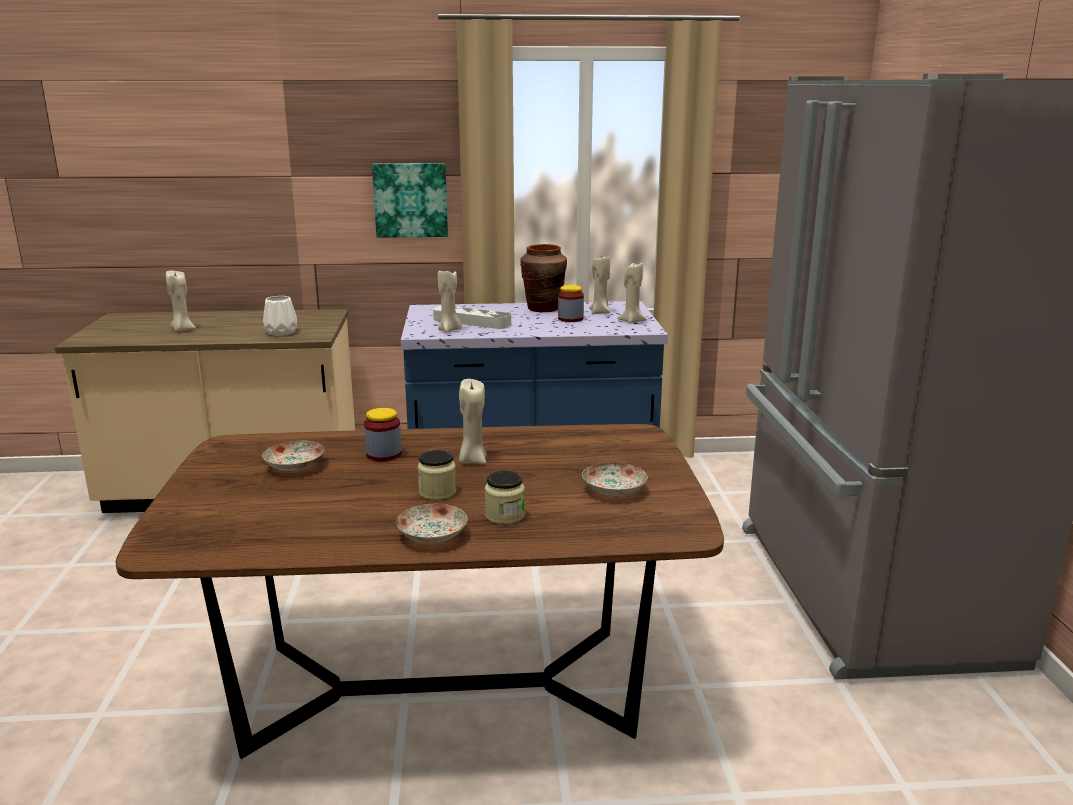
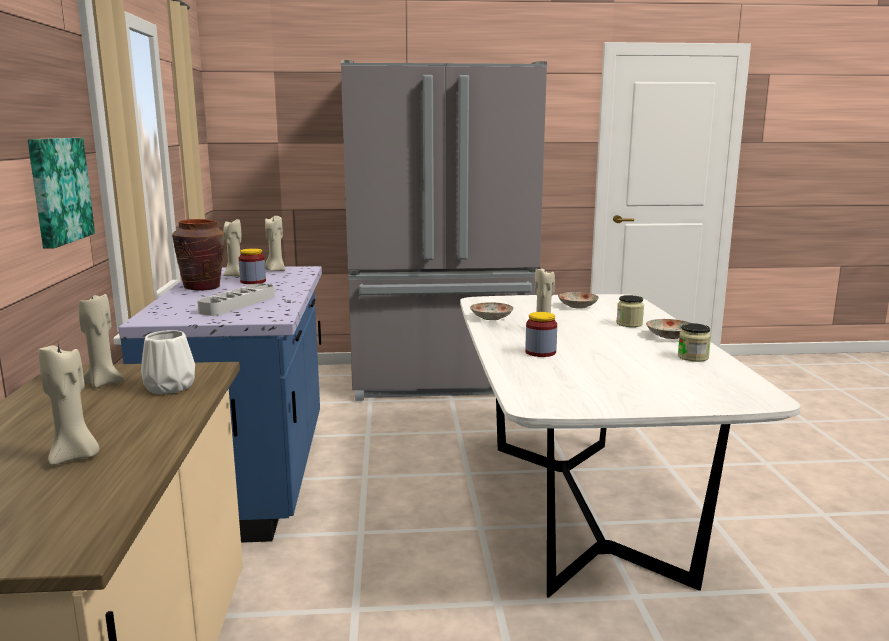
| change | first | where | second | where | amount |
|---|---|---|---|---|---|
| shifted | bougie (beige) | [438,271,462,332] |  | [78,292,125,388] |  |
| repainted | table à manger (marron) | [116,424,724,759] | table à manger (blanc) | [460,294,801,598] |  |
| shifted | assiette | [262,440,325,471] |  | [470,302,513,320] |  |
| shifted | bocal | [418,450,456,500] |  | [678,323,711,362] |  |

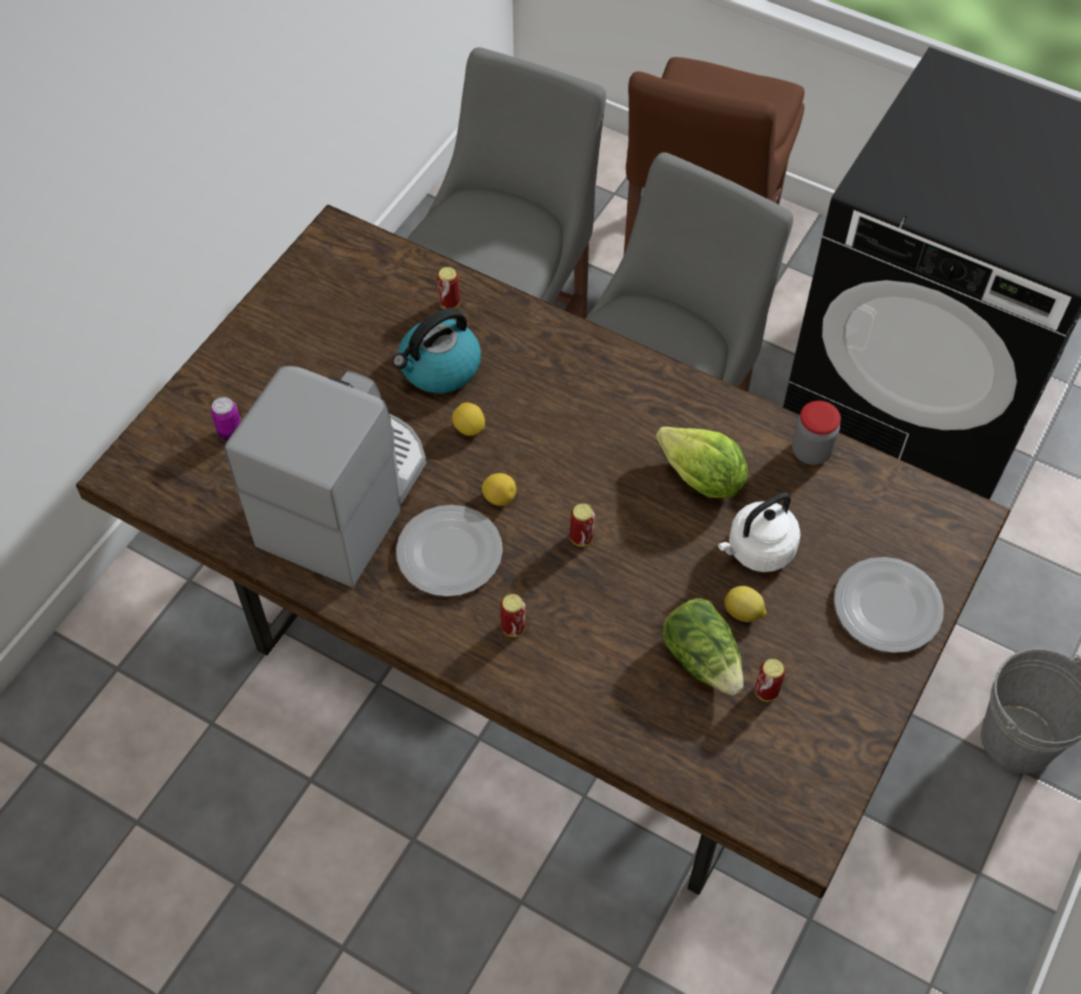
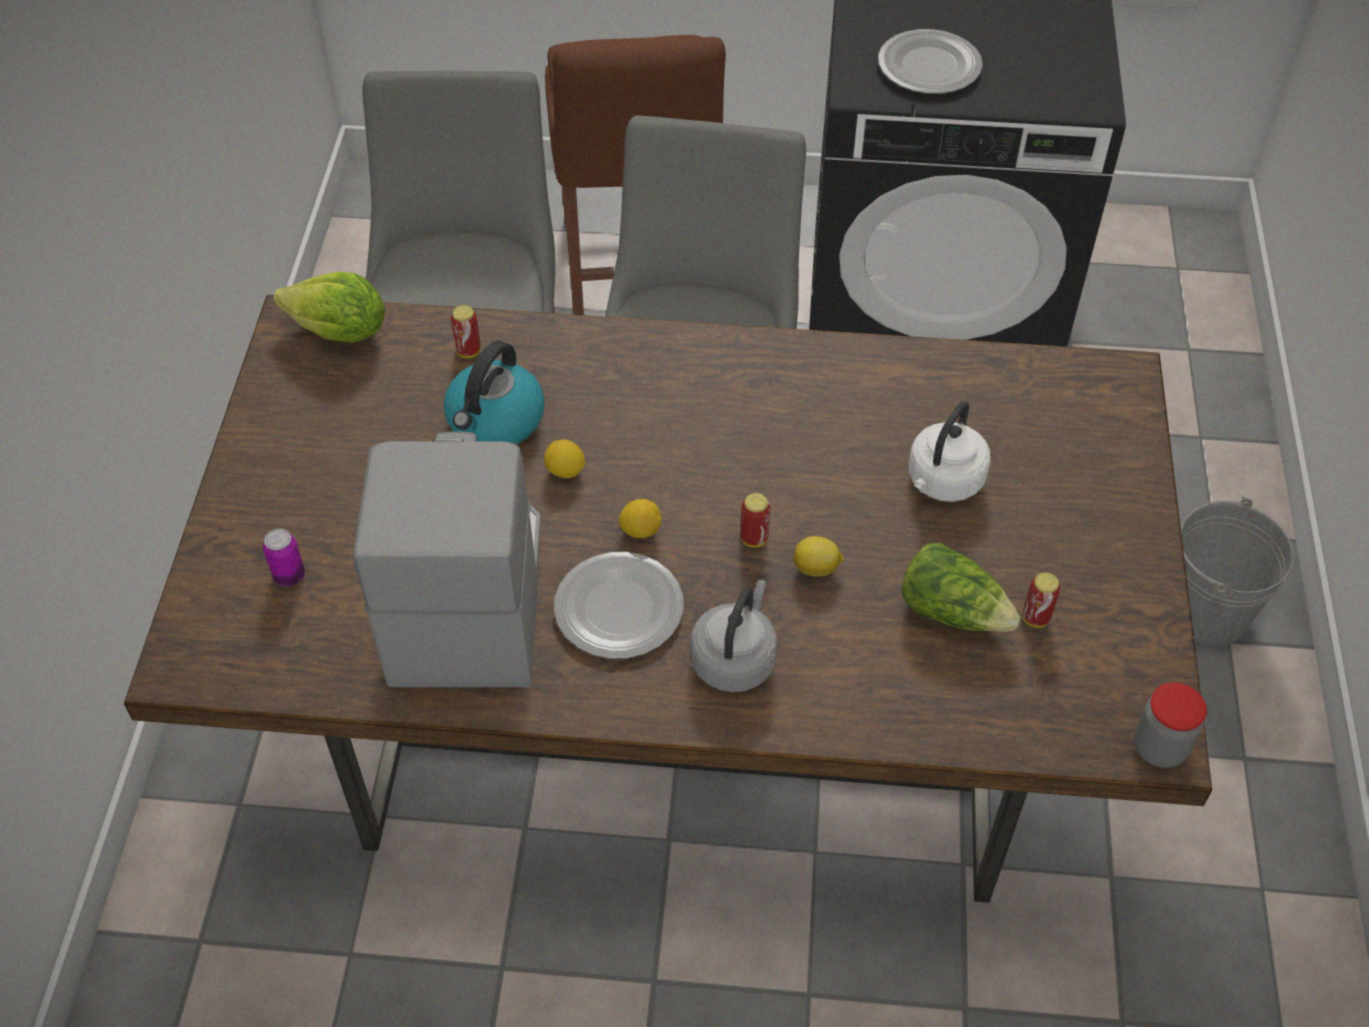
| change | first | where | second | where | amount |
|---|---|---|---|---|---|
| shifted | bocal | [792,401,841,465] |  | [1134,682,1207,768] |  |
| shifted | laitue | [656,427,748,498] |  | [273,272,385,343] |  |
| shifted | assiette | [834,557,944,653] |  | [878,29,983,94] |  |
| shifted | citron | [724,586,766,622] |  | [793,536,844,577] |  |
| swapped | boîte métallique | [500,594,525,637] | bouilloire (gris) | [690,580,777,692] |  |

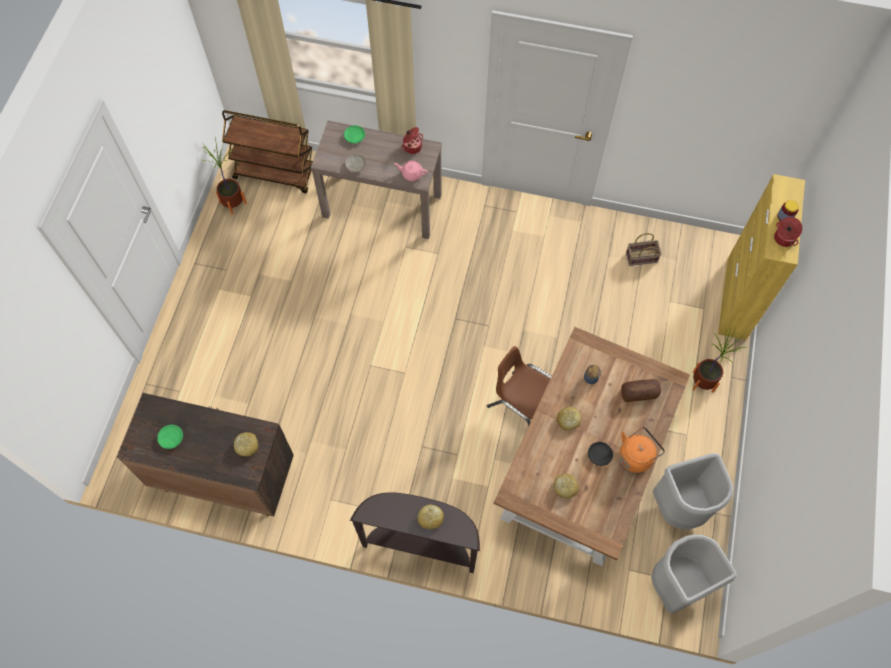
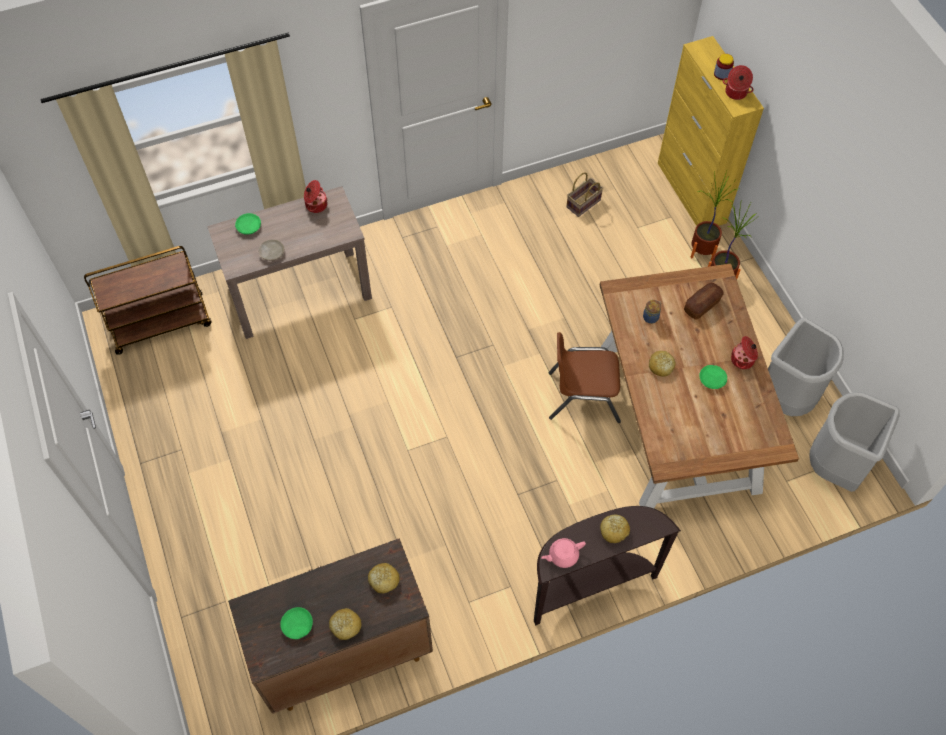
| change | first | where | second | where | amount |
|---|---|---|---|---|---|
| shifted | plante en pot | [203,137,247,215] |  | [690,171,740,261] |  |
| shifted | théière (rose) | [394,160,428,181] |  | [541,538,586,568] |  |
| swapped | bouilloire (orange) | [619,427,665,473] | marmite | [731,336,758,369] |  |
| repainted | assiette (noir) | [588,442,613,466] | assiette (vert) | [699,365,727,389] |  |
| shifted | pain | [554,474,579,498] |  | [329,608,361,640] |  |

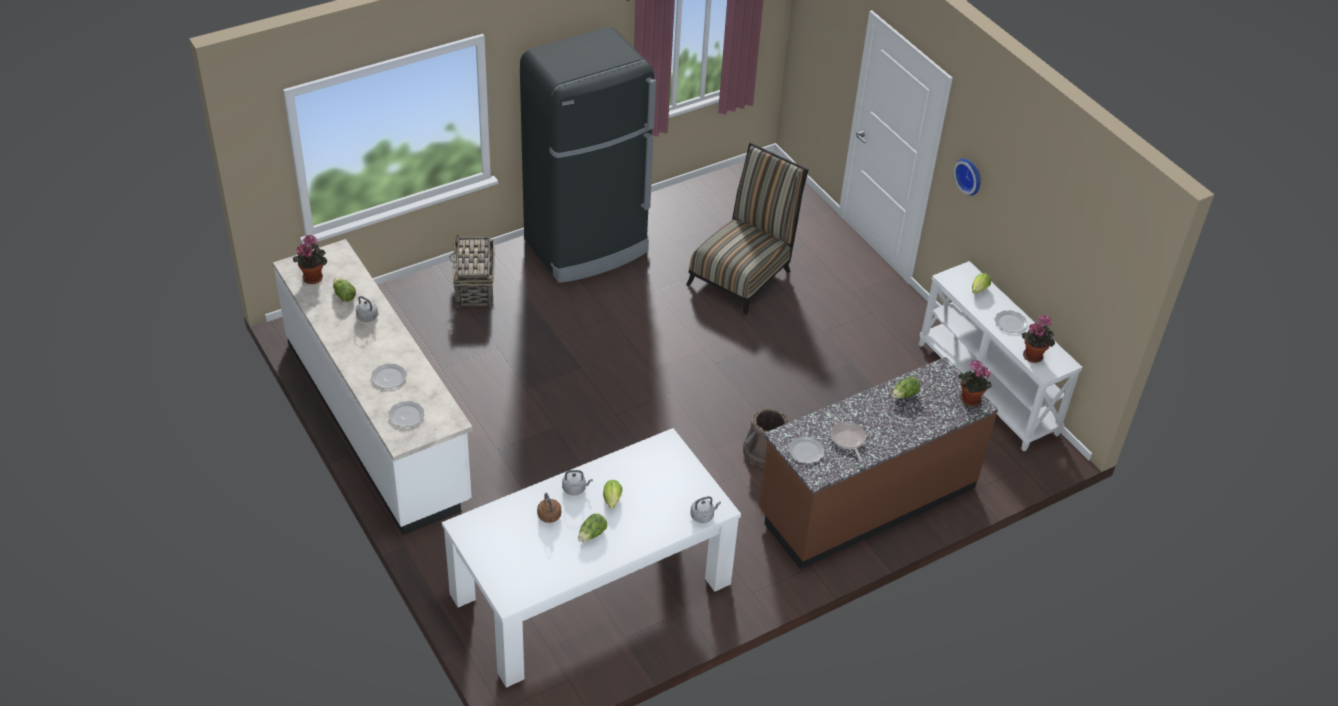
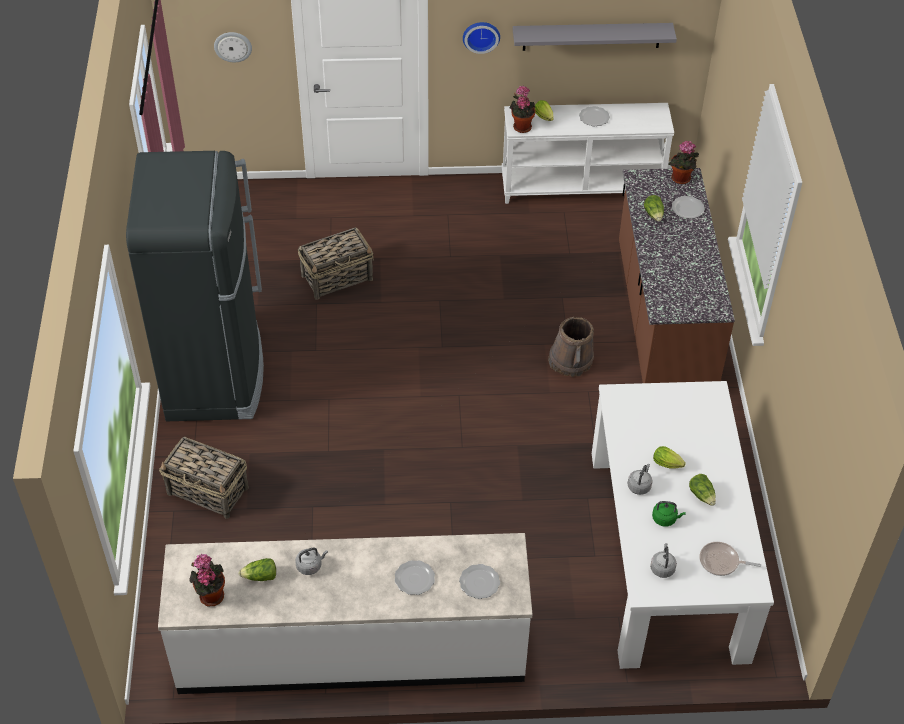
| change | first | where | second | where | amount |
|---|---|---|---|---|---|
| swapped | chaise | [686,143,809,315] | panier | [298,228,374,300] |  |
| shifted | plante en pot | [1022,315,1055,363] |  | [510,86,535,133] |  |
| shifted | poêle | [831,422,866,462] |  | [700,542,761,576] |  |
| shifted | assiette | [788,436,824,464] |  | [672,196,704,219] |  |
| repainted | bouilloire (marron) | [537,493,561,523] | bouilloire (vert) | [652,501,686,527] |  |
| shifted | bouilloire (gris) | [690,496,721,523] |  | [650,543,677,578] |  |
| new |  |  | étagère (gris) | [513,23,677,51] |  |
| new |  |  | horloge murale | [214,32,252,62] |  |

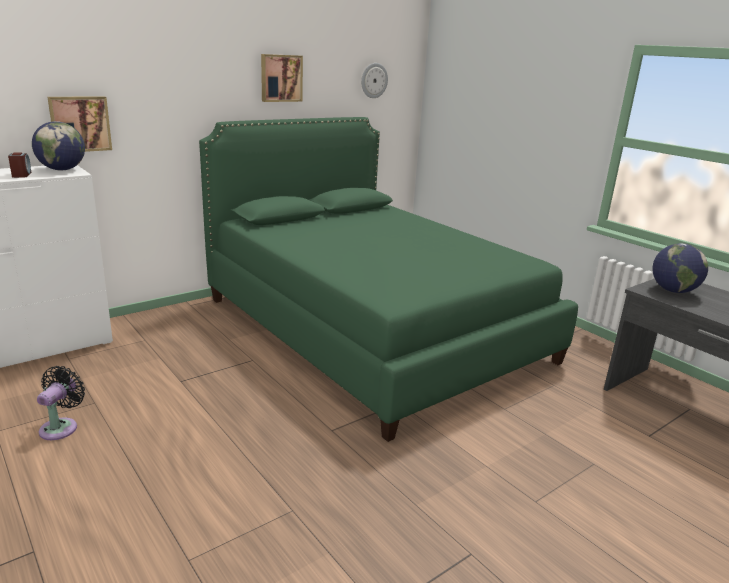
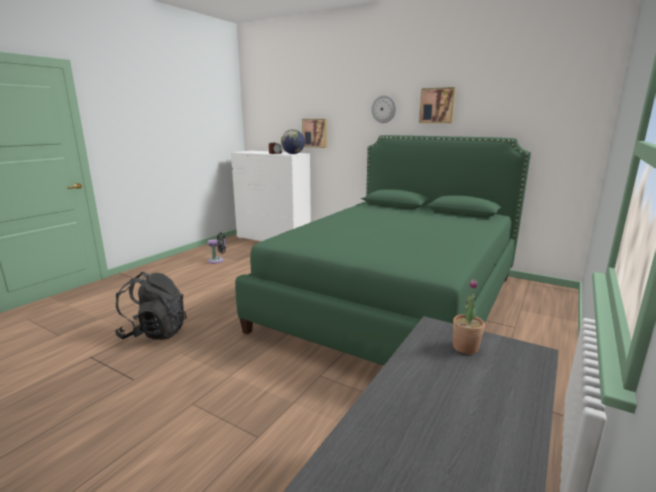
| change | first | where | second | where | amount |
|---|---|---|---|---|---|
| shifted | horloge murale | [361,63,388,98] |  | [371,95,396,123] |  |
| swapped | globe | [652,243,708,293] | plante en pot | [453,279,485,354] |  |
| new |  |  | sac à dos (noir) | [115,272,187,340] |  |

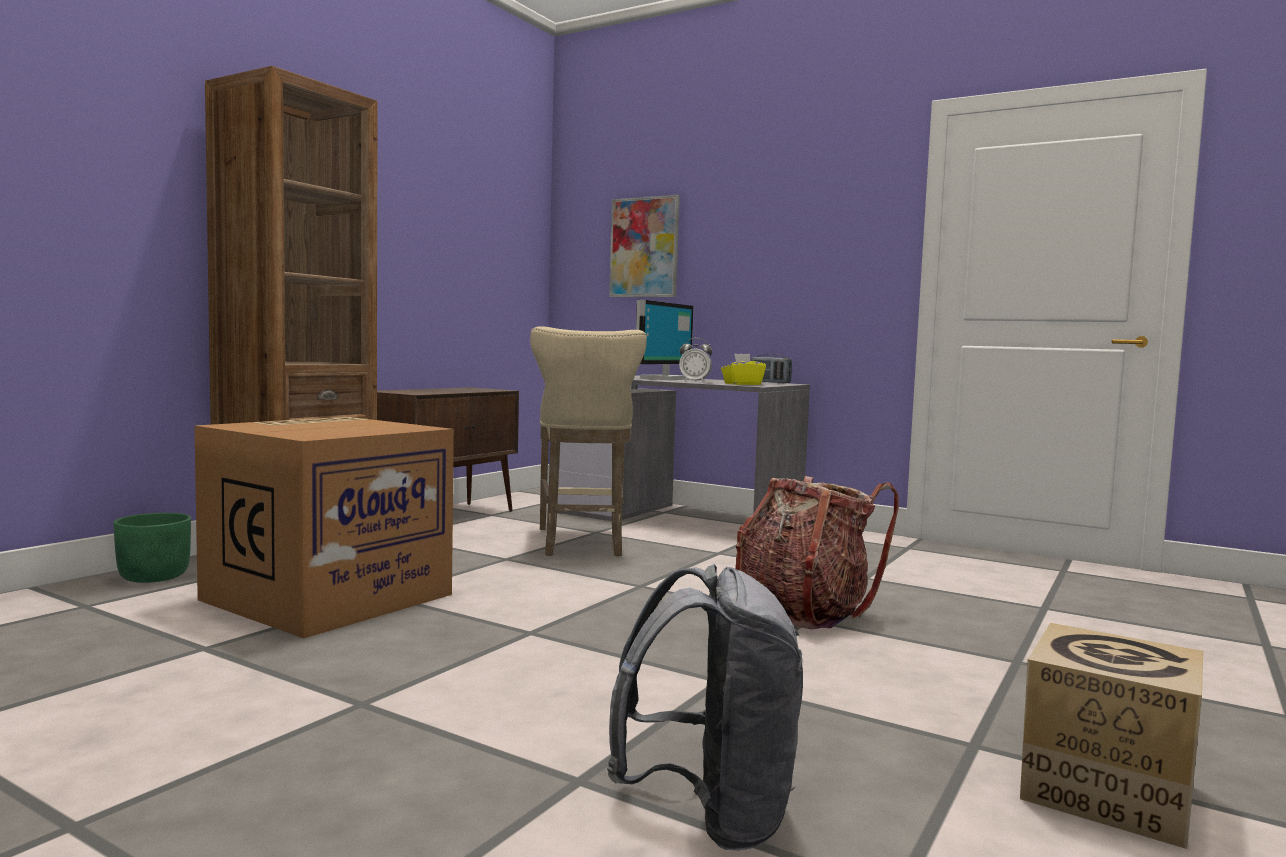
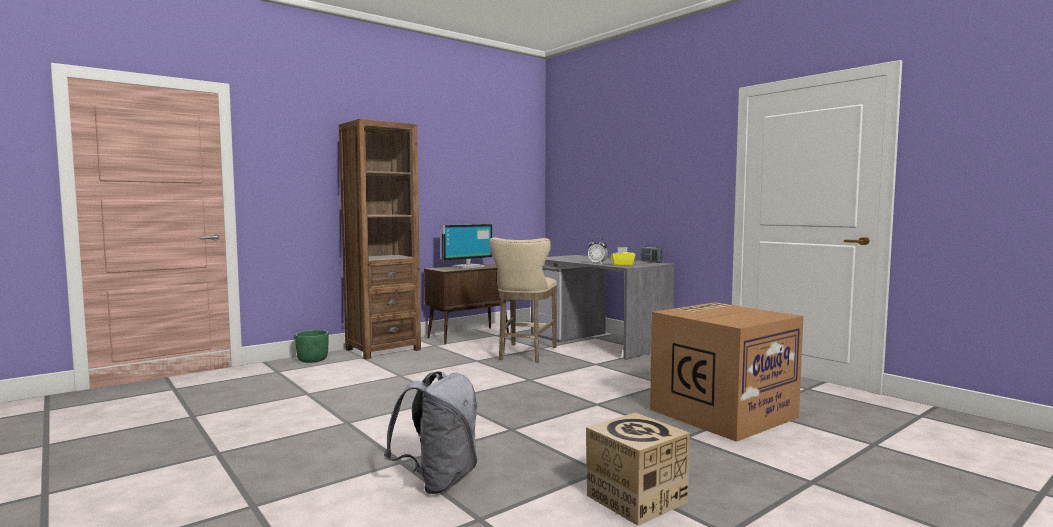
| change | first | where | second | where | amount |
|---|---|---|---|---|---|
| gone | tableau | [609,195,680,297] |  |  |  |
| shifted | écran d'ordinateur | [636,300,693,380] |  | [441,224,493,269] |  |
| shifted | carton | [194,417,454,638] |  | [650,302,803,442] |  |
| gone | sac à dos | [735,476,899,630] |  |  |  |

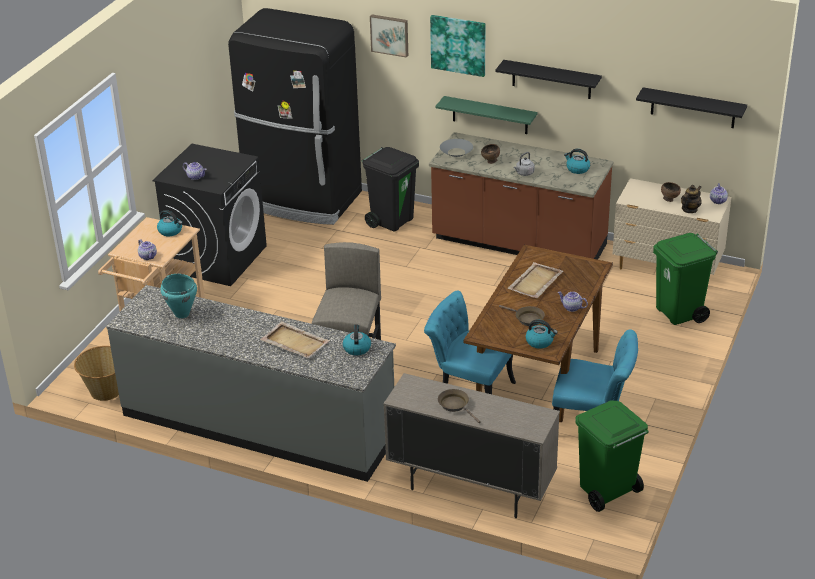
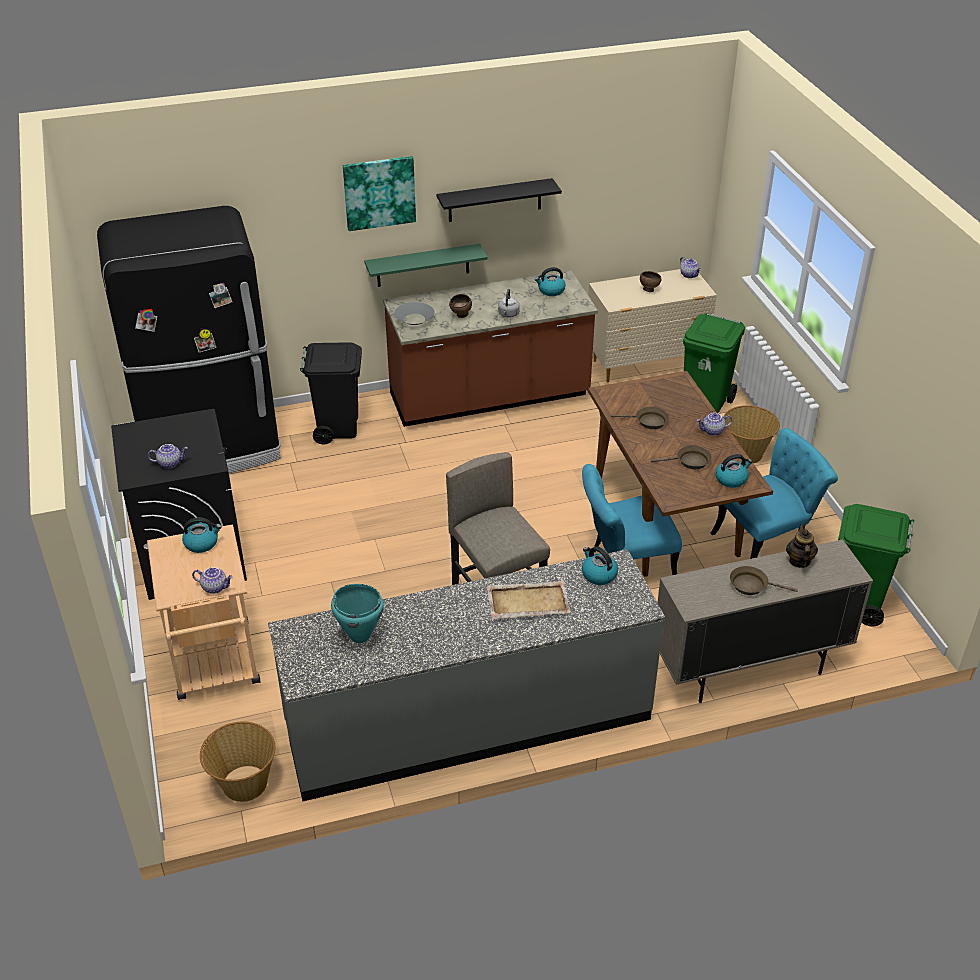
| change | first | where | second | where | amount |
|---|---|---|---|---|---|
| gone | tableau | [370,14,408,58] |  |  |  |
| gone | étagère (noir) | [636,87,747,128] |  |  |  |
| shifted | théière | [681,185,701,213] |  | [786,524,818,568] |  |
| swapped | plateau (beige) | [507,262,563,298] | poêle (marron) | [611,407,669,429] |  |
| new |  |  | panier | [723,405,780,464] |  |

